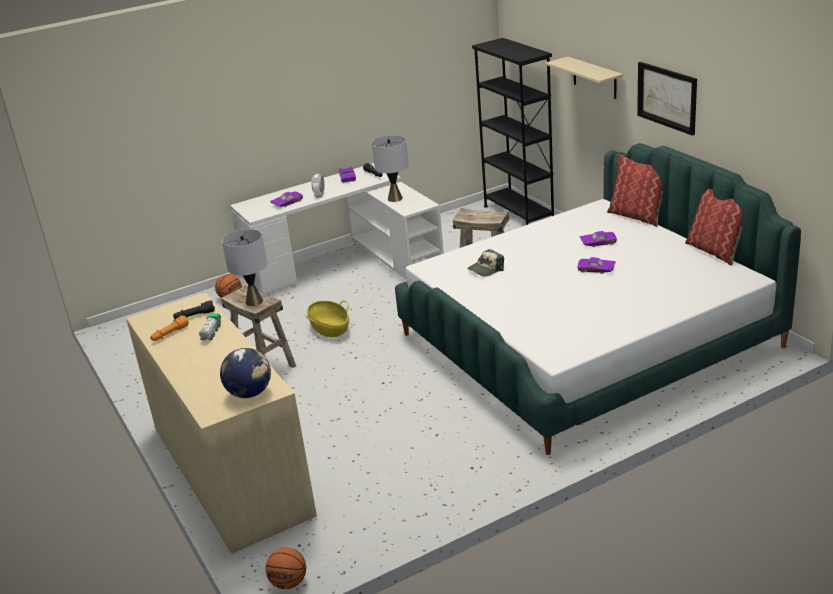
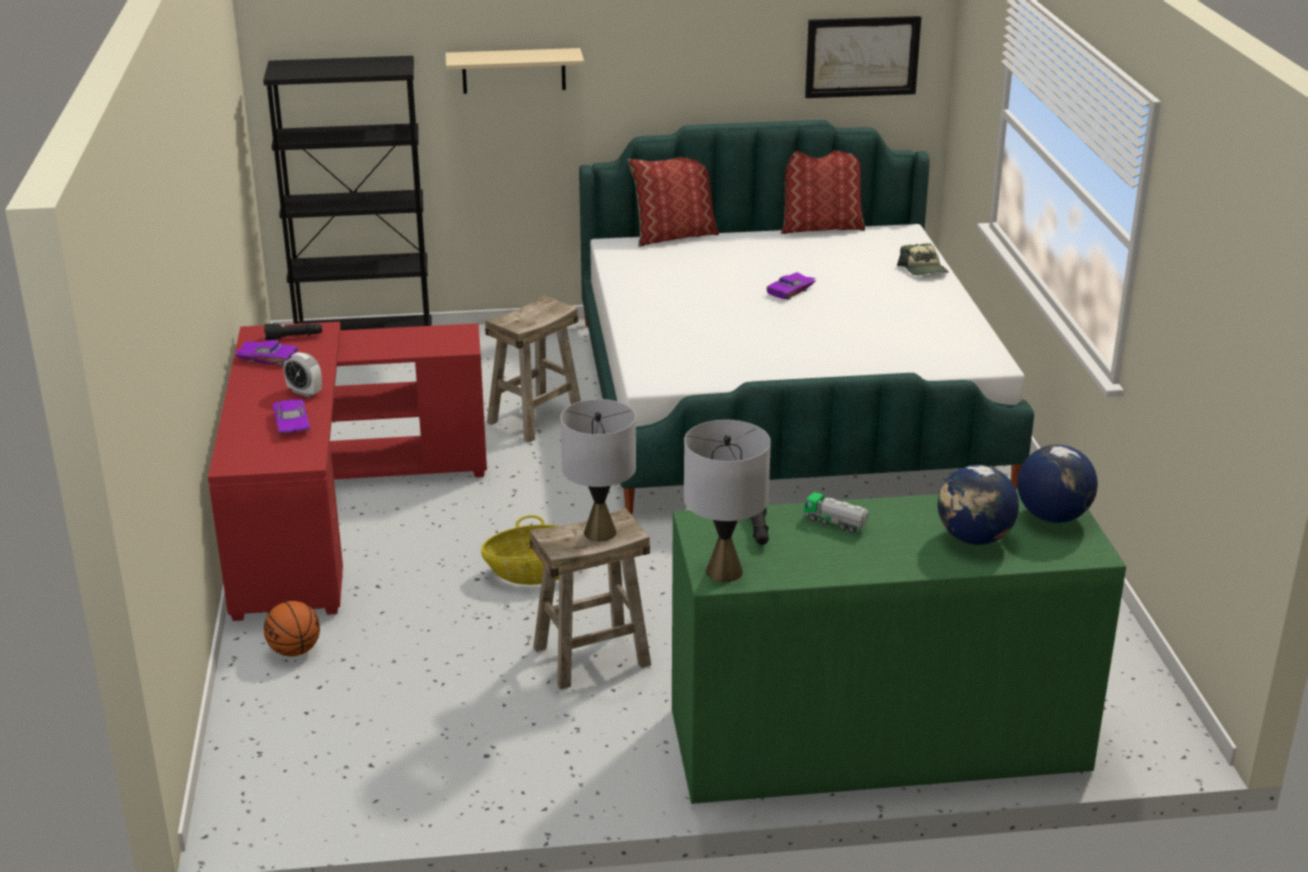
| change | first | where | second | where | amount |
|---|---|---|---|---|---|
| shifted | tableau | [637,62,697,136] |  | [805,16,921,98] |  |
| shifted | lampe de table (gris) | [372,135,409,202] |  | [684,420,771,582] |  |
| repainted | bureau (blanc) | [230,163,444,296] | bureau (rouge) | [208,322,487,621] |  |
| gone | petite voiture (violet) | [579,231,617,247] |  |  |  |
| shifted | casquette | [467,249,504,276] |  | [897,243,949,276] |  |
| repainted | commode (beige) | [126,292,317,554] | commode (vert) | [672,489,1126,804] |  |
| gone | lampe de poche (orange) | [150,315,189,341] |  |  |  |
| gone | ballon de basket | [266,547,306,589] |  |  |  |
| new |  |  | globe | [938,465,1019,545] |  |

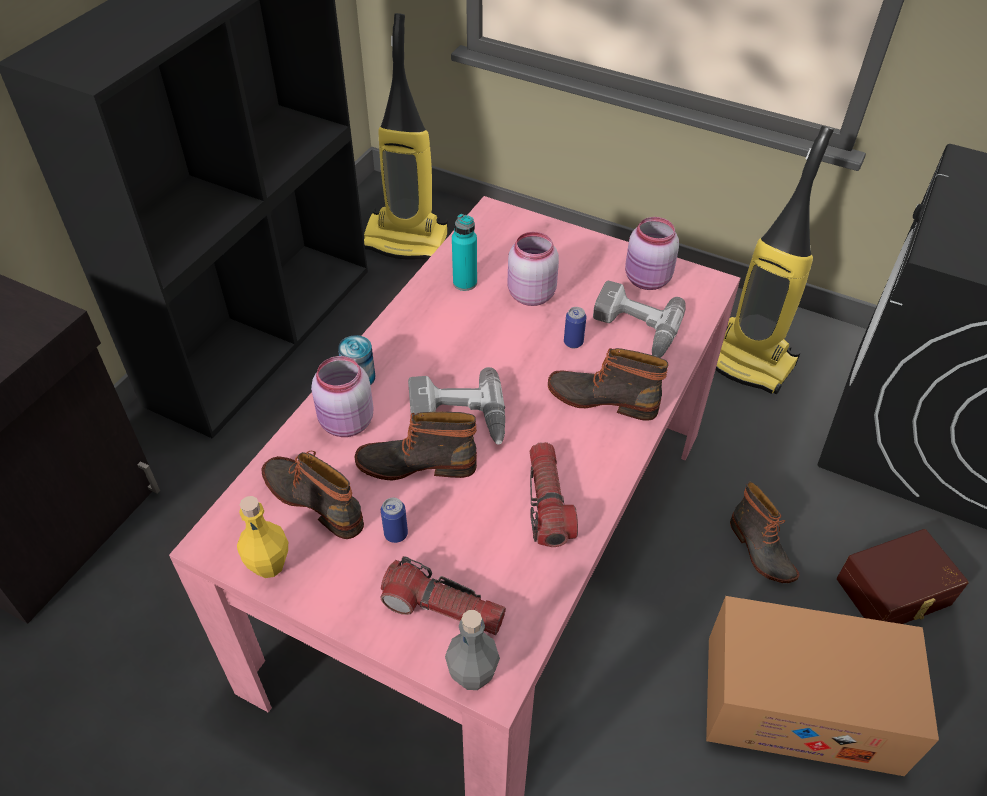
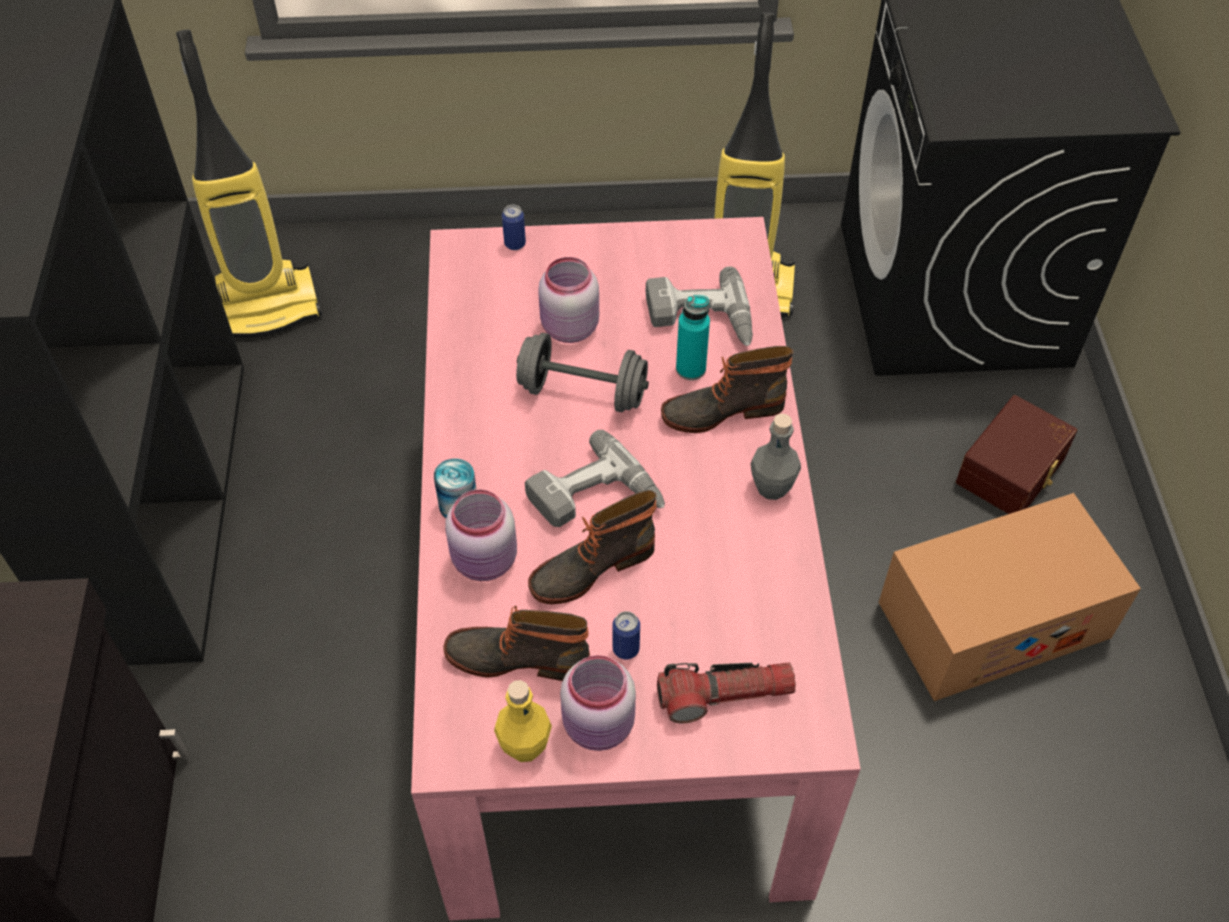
| change | first | where | second | where | amount |
|---|---|---|---|---|---|
| shifted | bouteille (turquoise) | [452,214,477,291] |  | [676,295,710,380] |  |
| shifted | bocal (rose) | [625,217,679,290] |  | [560,655,636,751] |  |
| shifted | boîte métallique | [564,307,586,348] |  | [502,205,526,250] |  |
| gone | lampe de poche | [530,442,578,547] |  |  |  |
| gone | botte | [730,482,800,583] |  |  |  |
| shifted | bouteille (gris) | [445,610,500,690] |  | [750,414,801,500] |  |
| new |  |  | haltère (gris) | [516,333,649,412] |  |

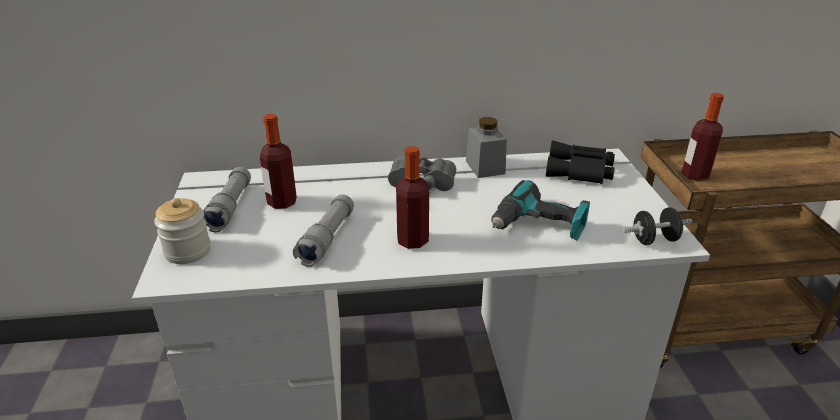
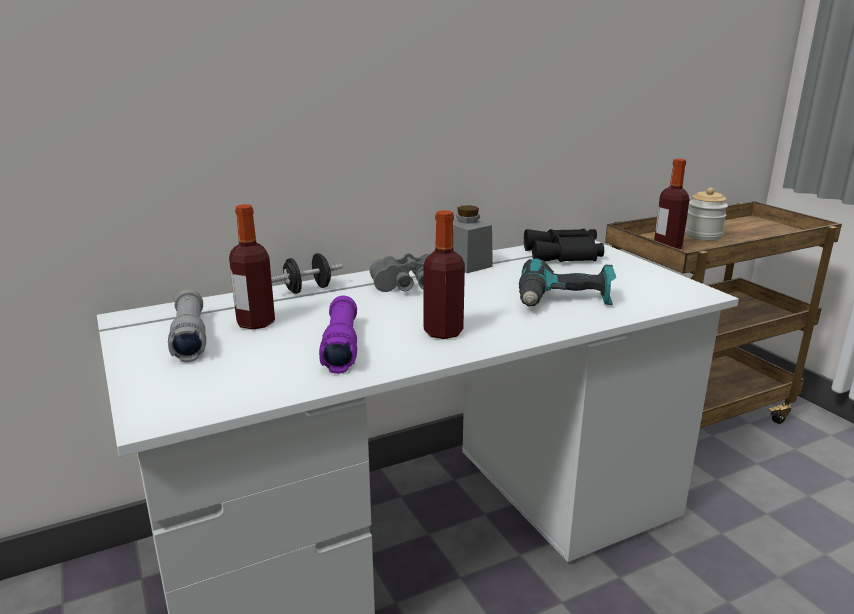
| change | first | where | second | where | amount |
|---|---|---|---|---|---|
| repainted | lampe de poche (gris) | [293,194,354,267] | lampe de poche (violet) | [319,296,357,374] |  |
| shifted | bocal | [154,198,211,264] |  | [685,188,728,241] |  |
| shifted | haltère (noir) | [622,207,692,245] |  | [271,253,343,294] |  |

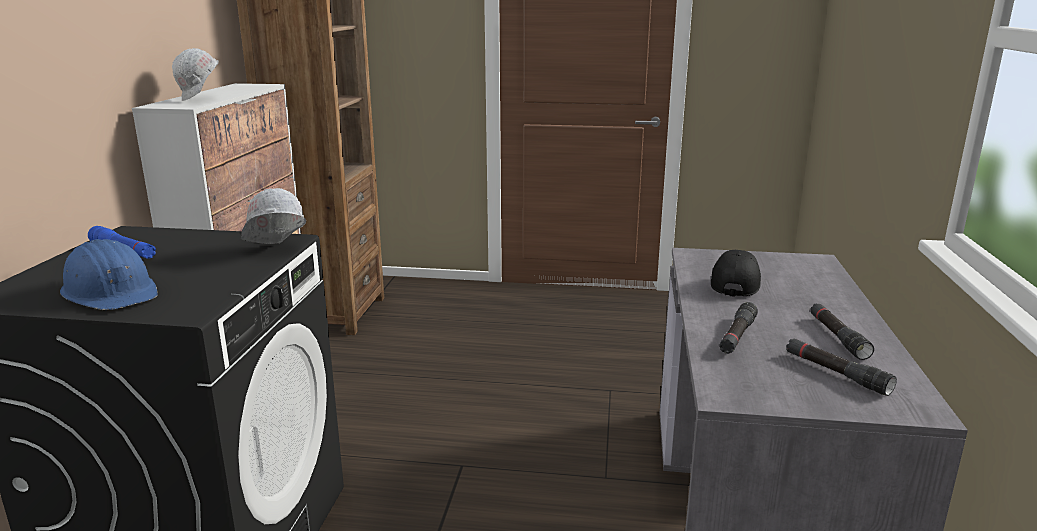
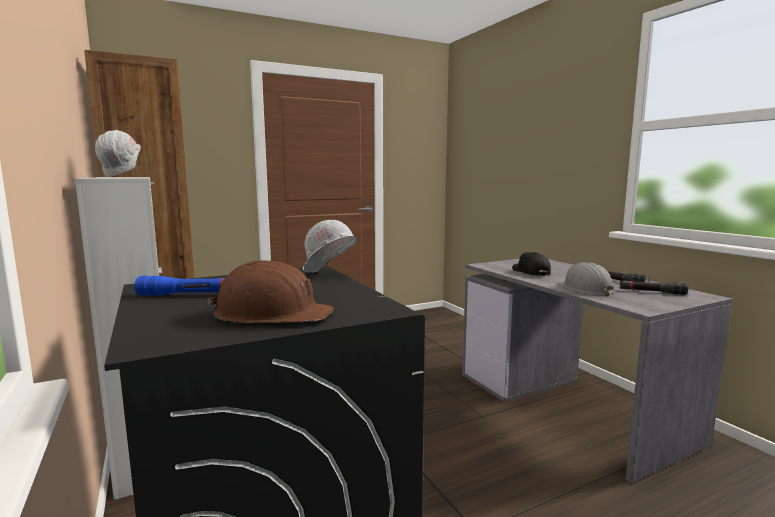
| change | first | where | second | where | amount |
|---|---|---|---|---|---|
| repainted | casque de chantier (bleu) | [60,239,158,310] | casque de chantier (marron) | [207,260,334,323] |  |
| swapped | lampe de poche (noir) | [719,302,758,354] | casque de chantier (gris) | [557,262,614,296] |  |

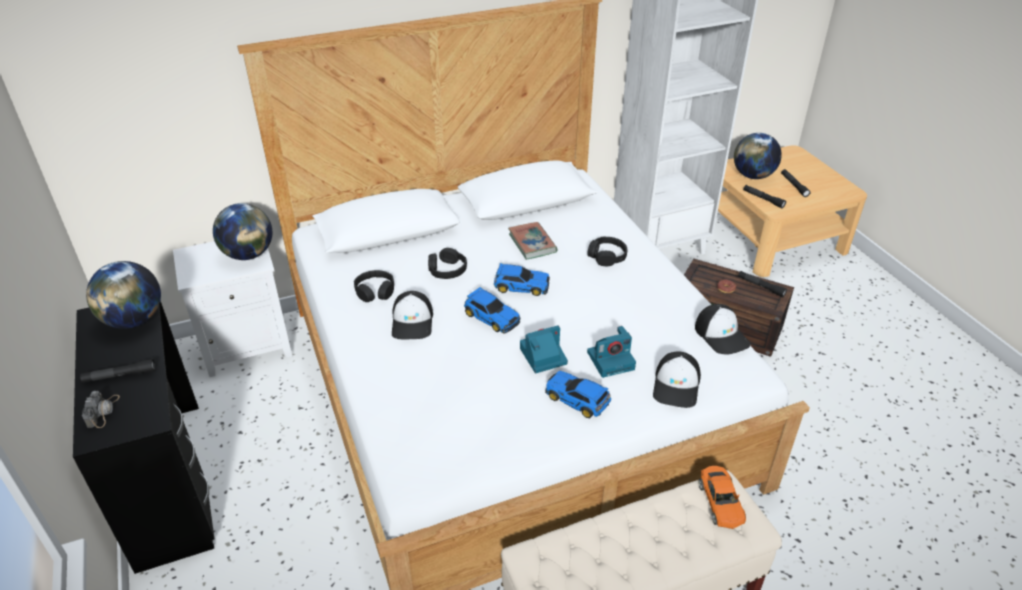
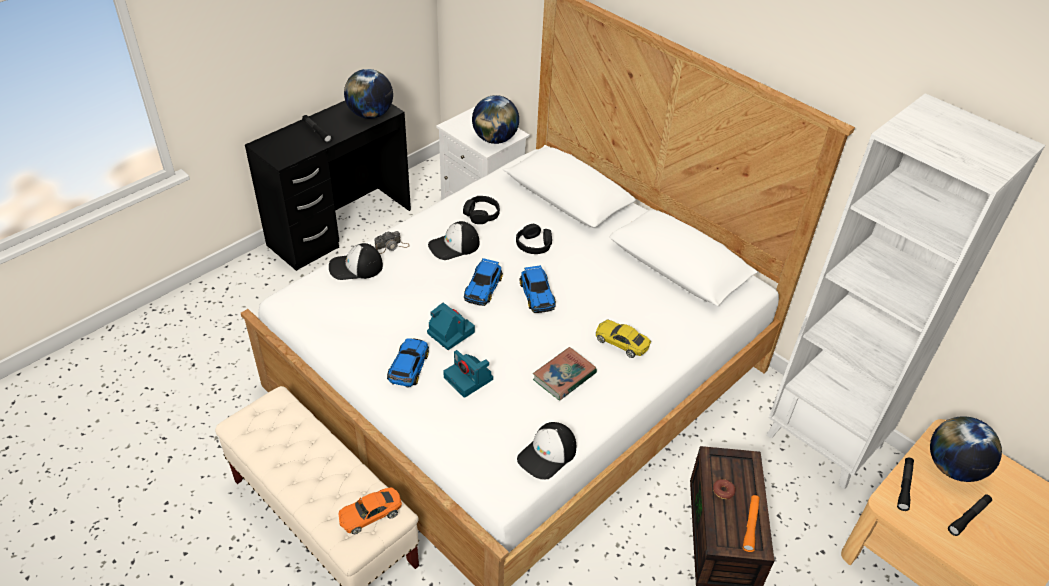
| change | first | where | second | where | amount |
|---|---|---|---|---|---|
| shifted | livre | [508,222,557,260] |  | [533,347,597,401] |  |
| swapped | casque audio (noir) | [587,237,627,266] | petite voiture (jaune) | [596,320,651,358] |  |
| repainted | lampe de poche (noir) | [738,271,787,297] | lampe de poche (orange) | [743,495,760,552] |  |
| shifted | casquette | [653,351,701,408] |  | [329,243,383,280] |  |
| shifted | appareil photo | [82,391,120,428] |  | [374,231,410,254] |  |

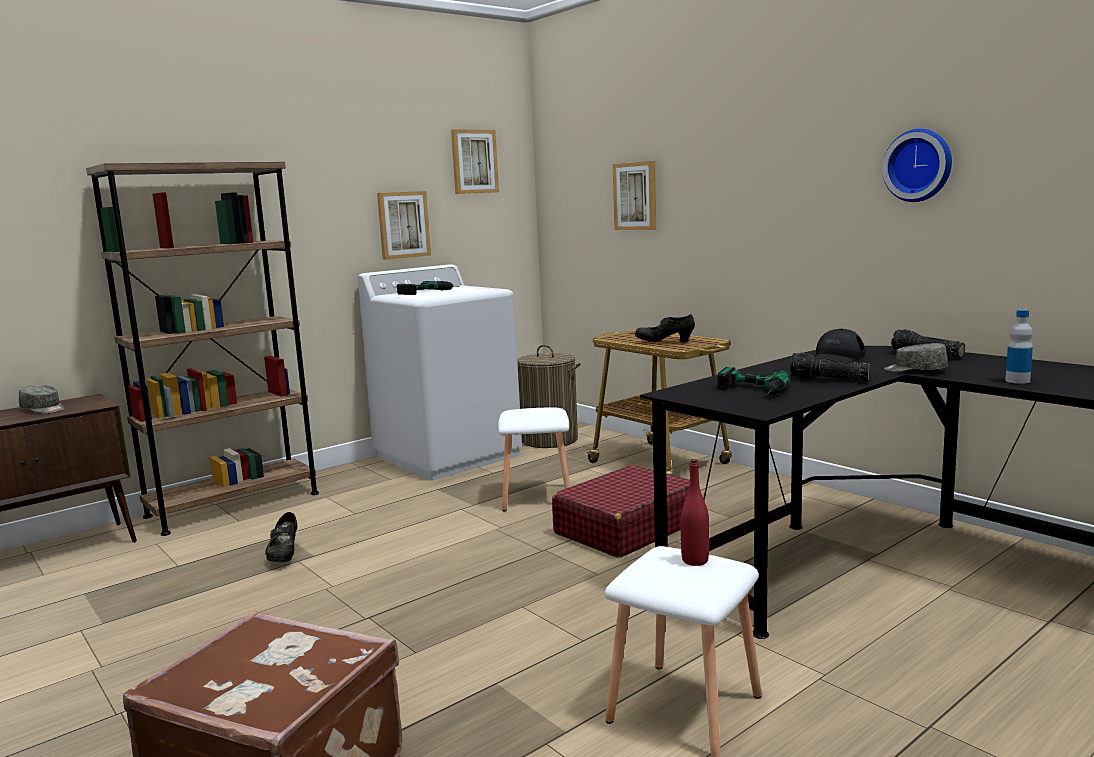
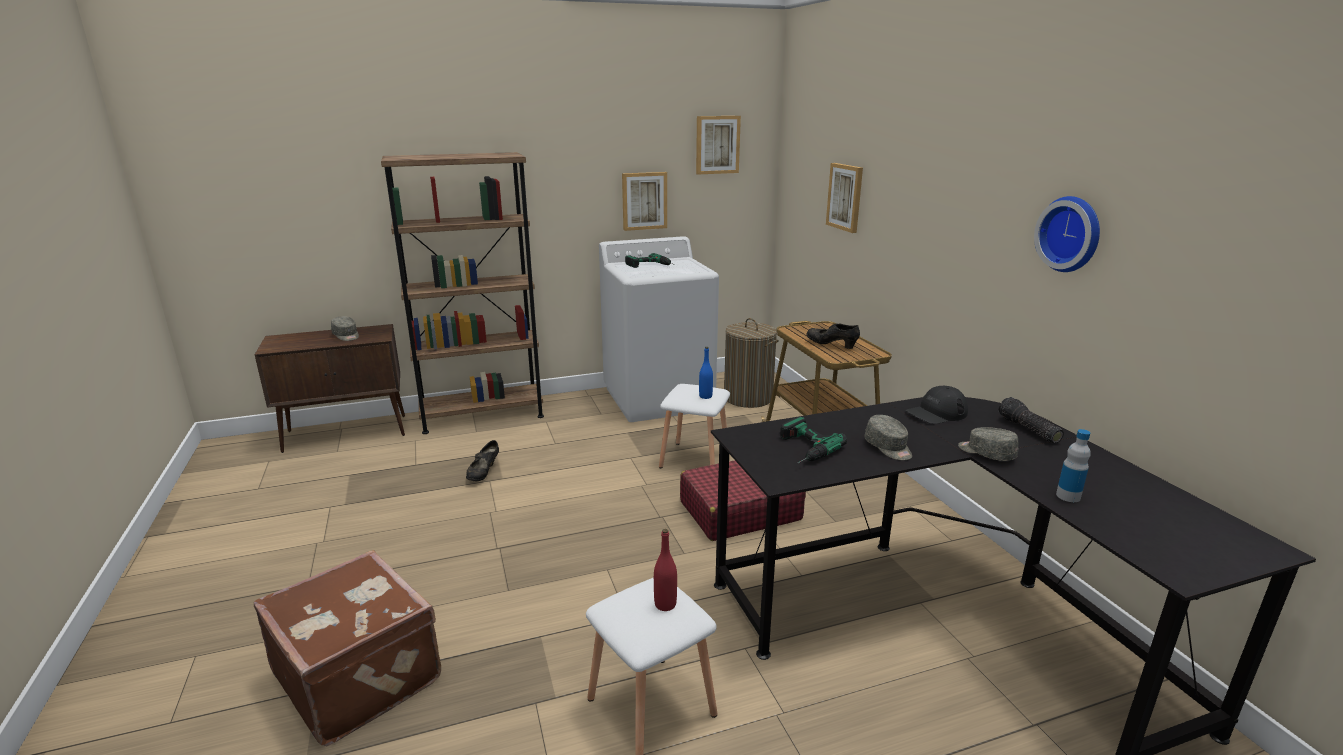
| change | first | where | second | where | amount |
|---|---|---|---|---|---|
| swapped | lampe de poche | [790,352,870,381] | casquette (gris) | [864,415,912,460] |  |
| new |  |  | bouteille (bleu) | [699,347,713,399] |  |

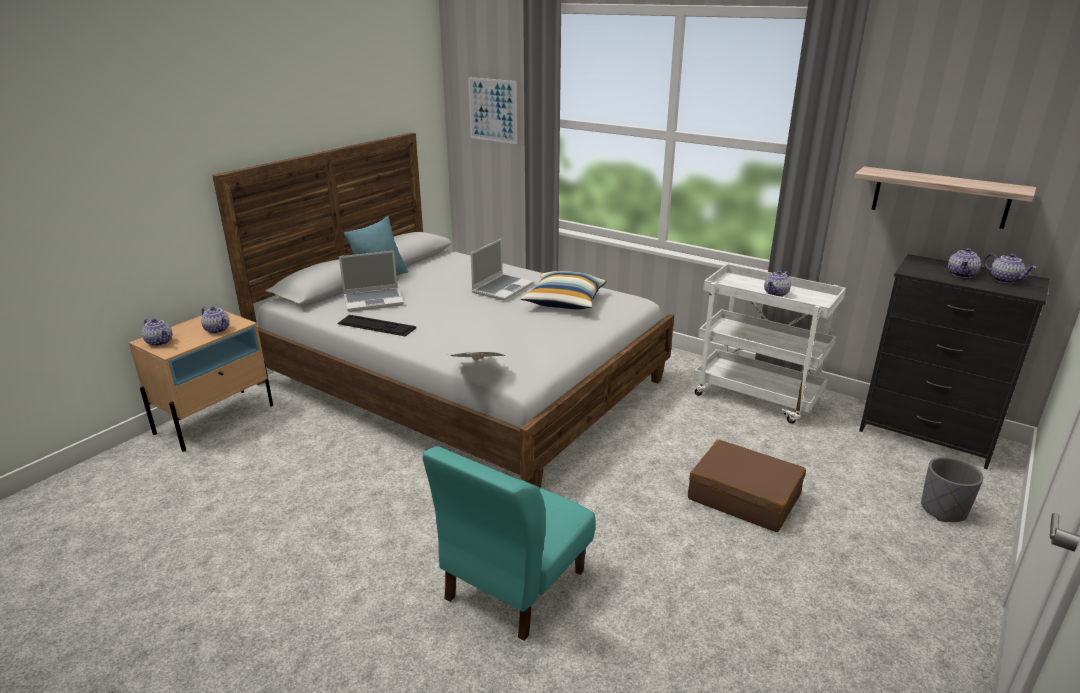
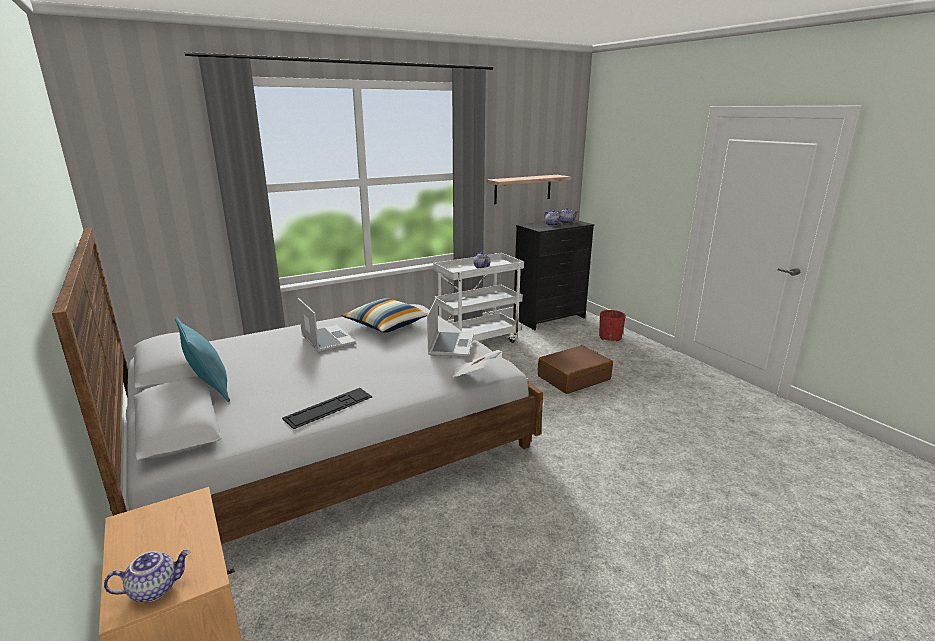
| change | first | where | second | where | amount |
|---|---|---|---|---|---|
| gone | tableau | [468,77,517,144] |  |  |  |
| shifted | ordinateur portable | [339,251,404,312] |  | [427,297,474,357] |  |
| gone | théière | [201,307,230,334] |  |  |  |
| gone | chaise (turquoise) | [423,446,595,641] |  |  |  |
| repainted | cache-pot (gris) | [921,457,983,522] | cache-pot (rouge) | [599,310,626,341] |  |

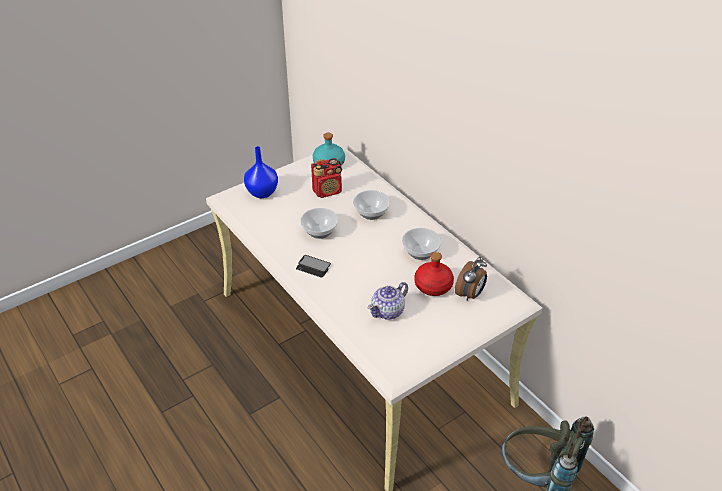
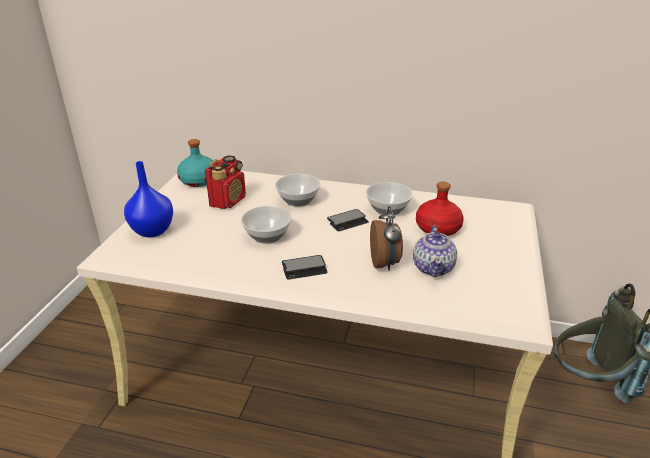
| change | first | where | second | where | amount |
|---|---|---|---|---|---|
| shifted | réveil | [455,257,487,301] |  | [370,206,403,271] |  |
| new |  |  | téléphone | [327,209,369,231] |  |

